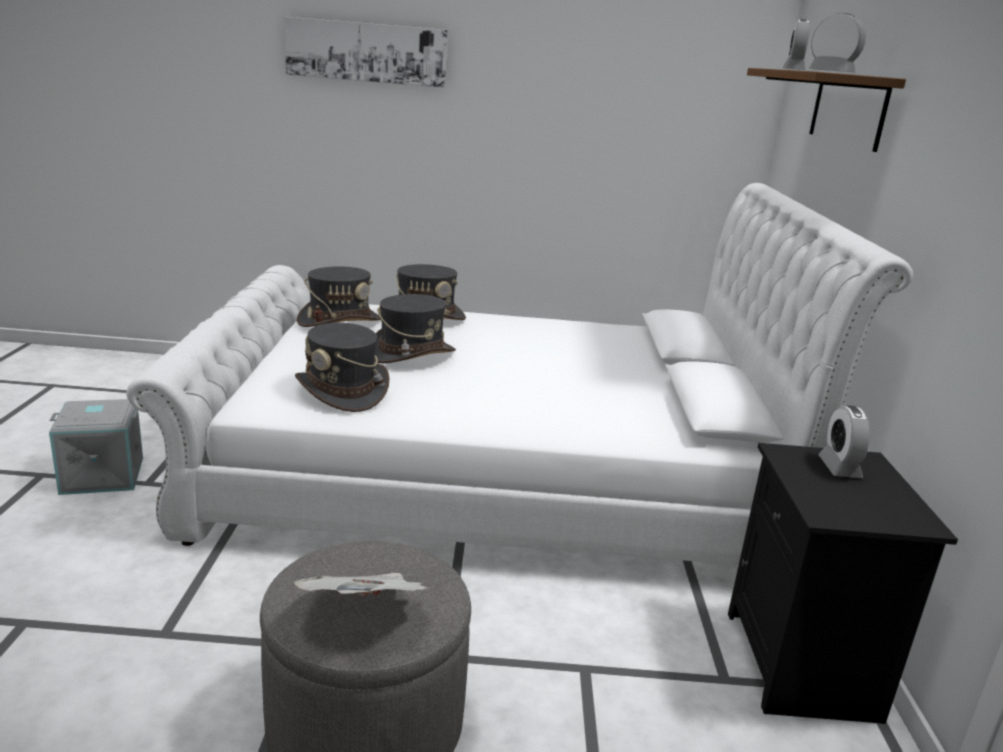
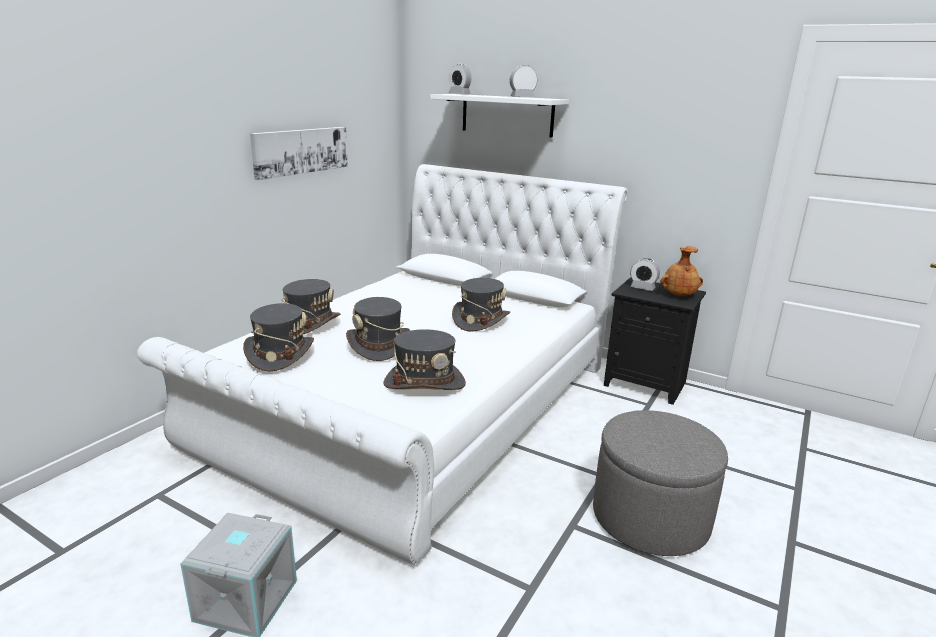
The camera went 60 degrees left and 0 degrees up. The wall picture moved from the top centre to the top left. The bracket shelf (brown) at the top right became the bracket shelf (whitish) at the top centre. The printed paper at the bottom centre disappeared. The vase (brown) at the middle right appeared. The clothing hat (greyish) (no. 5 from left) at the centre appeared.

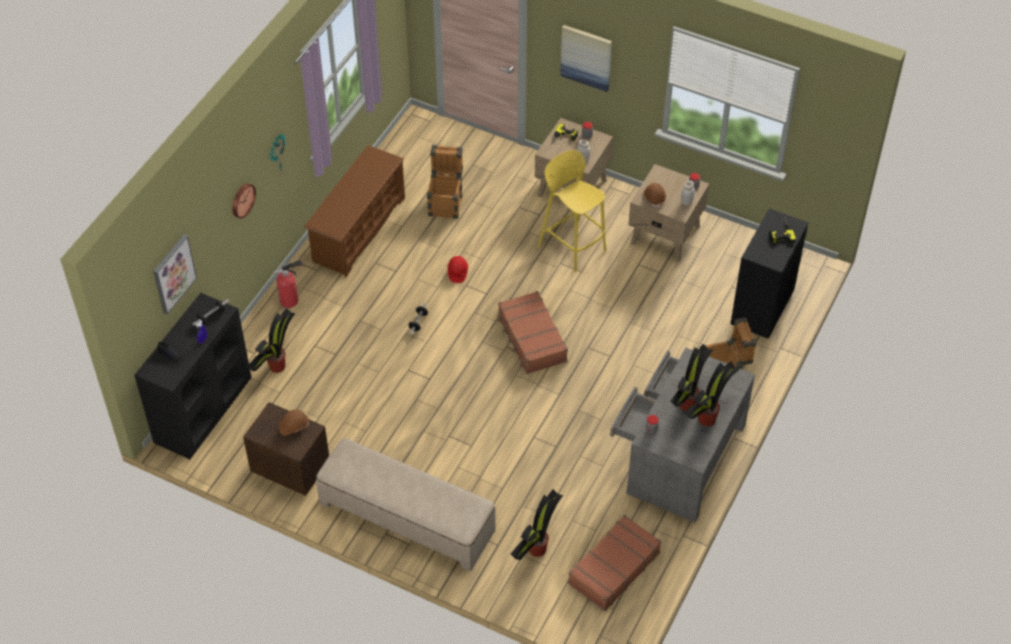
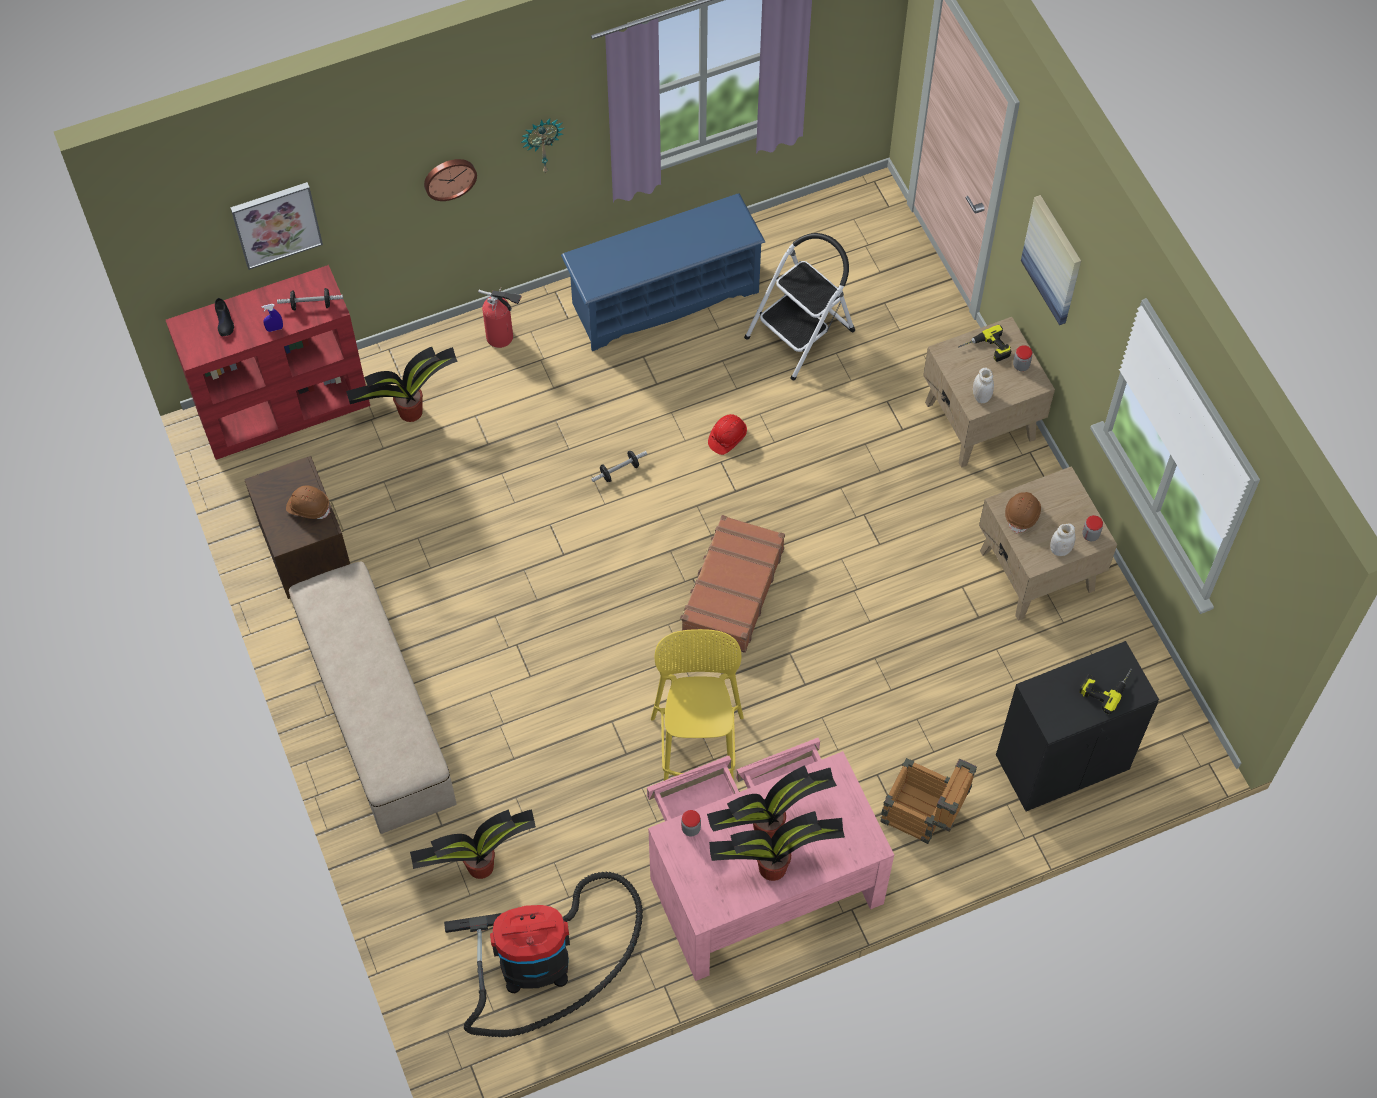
The camera went 40 degrees right and 10 degrees up. The shoe rack (brown) at the top centre became the shoe rack (bluish) at the top centre. The packing crate (no. 1 from left) at the top centre was replaced by the stepladder at the top centre. The sitting stool (yellow) moved from the top centre to the centre. The bookshelf (blackish) at the middle left became the bookshelf (red-coloured) at the top left. The desk table (greyish) at the bottom right became the desk table (pink) at the bottom centre. The travel case (brown) (no. 2 from left) at the bottom centre was replaced by the vacuum at the bottom centre.

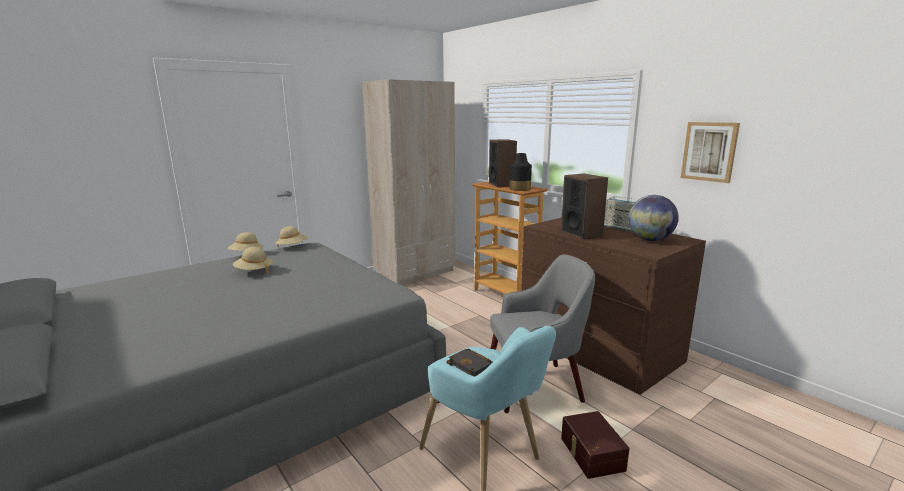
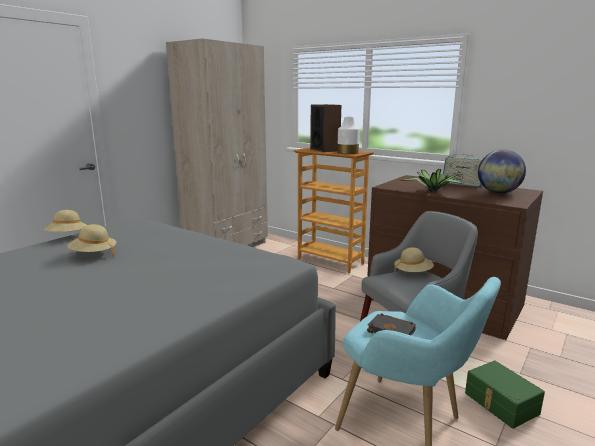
The camera went 15 degrees left and 0 degrees up. The wall picture at the top right disappeared. The vase (blackish) at the centre became the vase (whitish) at the top centre. The speaker (no. 2 from left) at the centre was replaced by the potted plant at the middle right. The clothing hat (beige) (no. 3 from left) moved from the middle left to the middle right. The storage container (brown) at the bottom centre became the storage container (green-coloured) at the bottom right.

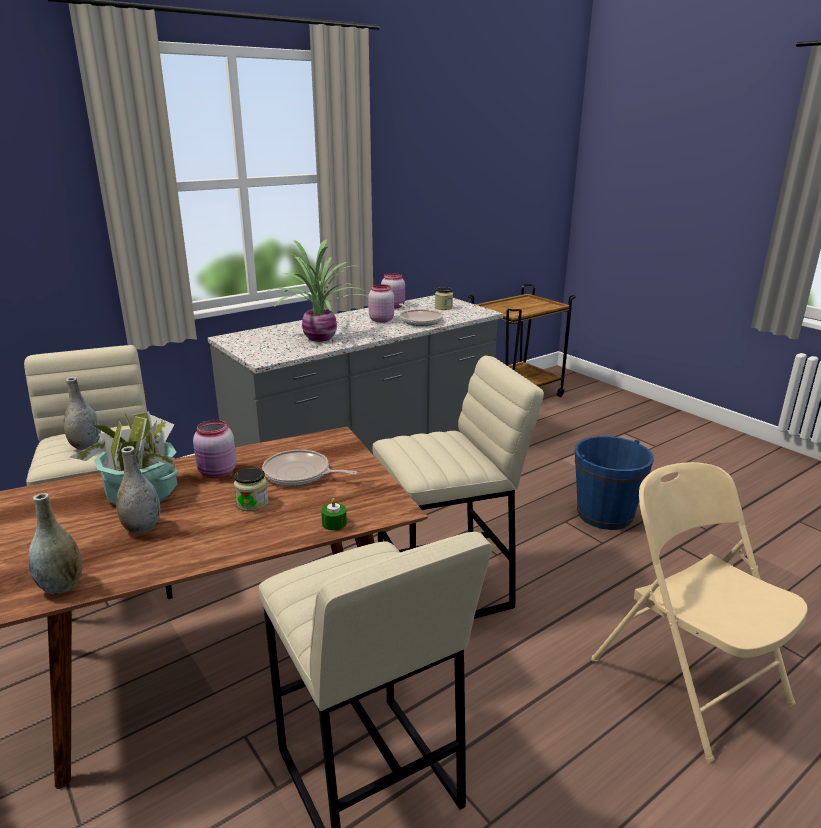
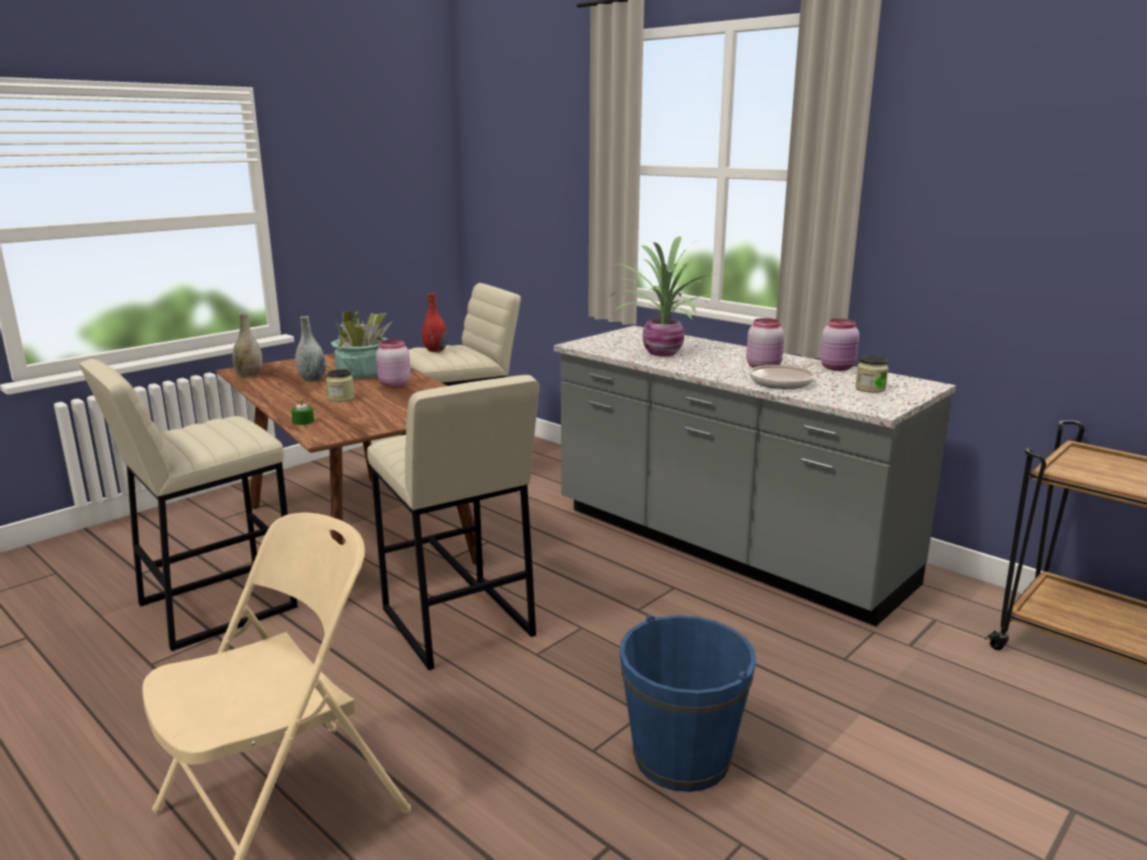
The camera went 80 degrees right and 5 degrees down. The vase (greyish) (no. 2 from left) at the middle left became the vase (red-coloured) at the centre. The pan (no. 1 from left) at the centre disappeared.

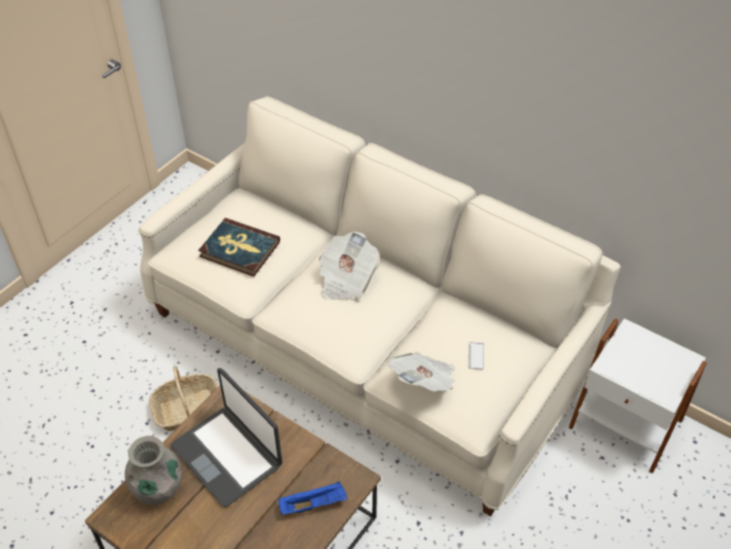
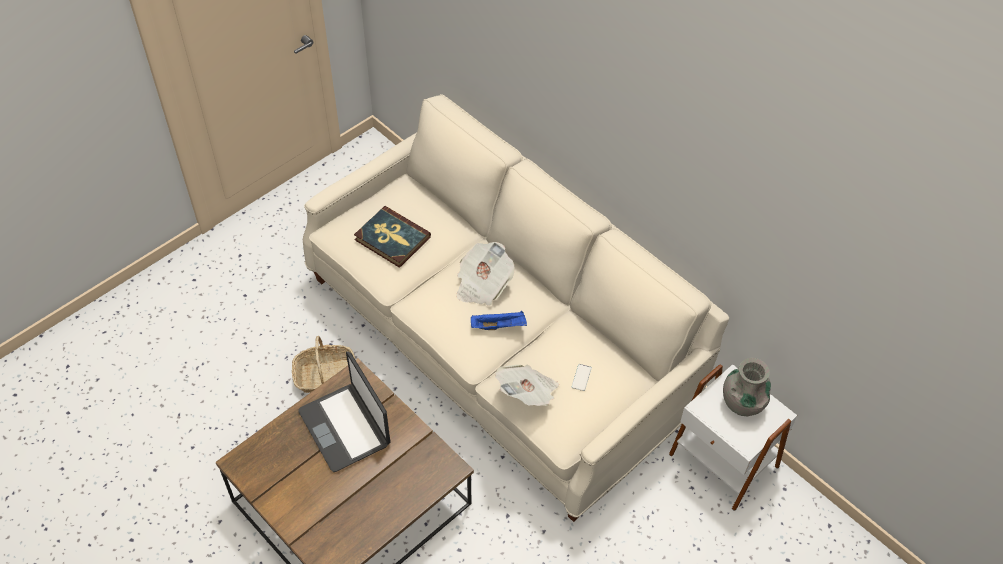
The camera went 10 degrees right and 5 degrees up. The vase (greyish) moved from the bottom left to the bottom right. The carrying tray (bluish) moved from the bottom centre to the centre.

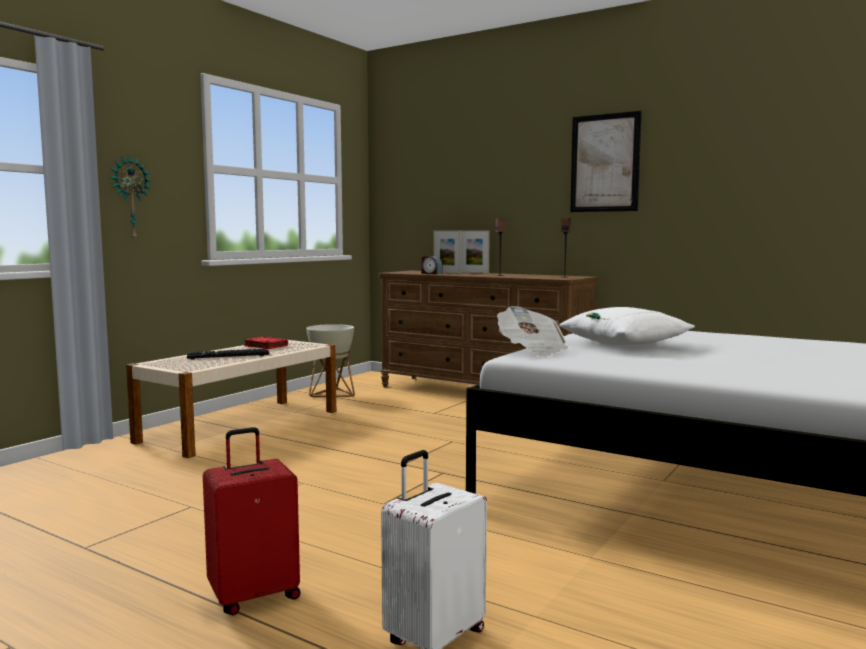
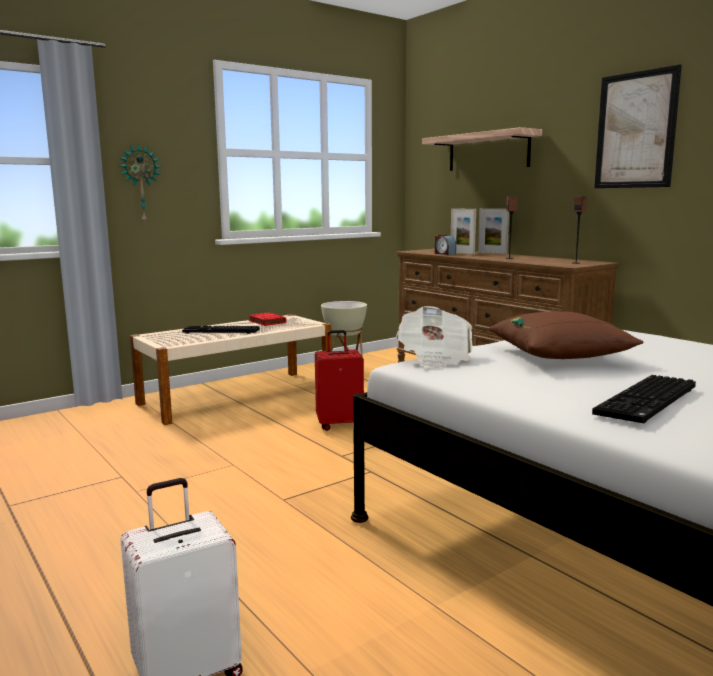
The camera went 20 degrees right and 5 degrees up. The throw pillow (whitish) at the middle right became the throw pillow (brown) at the middle right. The travel case (red-coloured) moved from the bottom left to the centre. The bracket shelf at the top right appeared. The keyboard (no. 2 from left) at the middle right appeared.

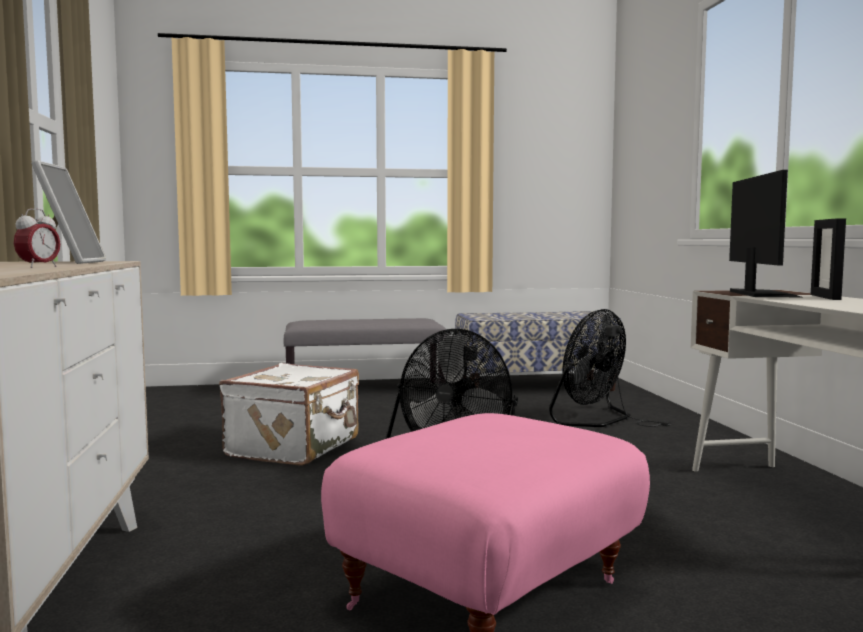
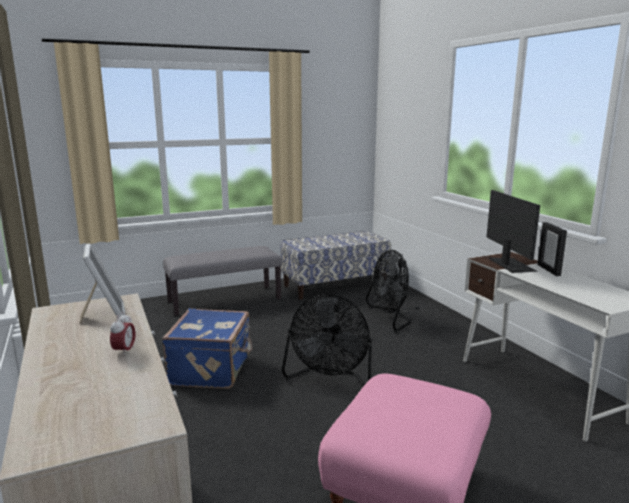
The camera went 15 degrees left and 10 degrees up. The fan (blackish) (no. 2 from left) at the middle right turned 45 degrees counterclockwise. The travel case (whitish) at the centre became the travel case (bluish) at the bottom left.

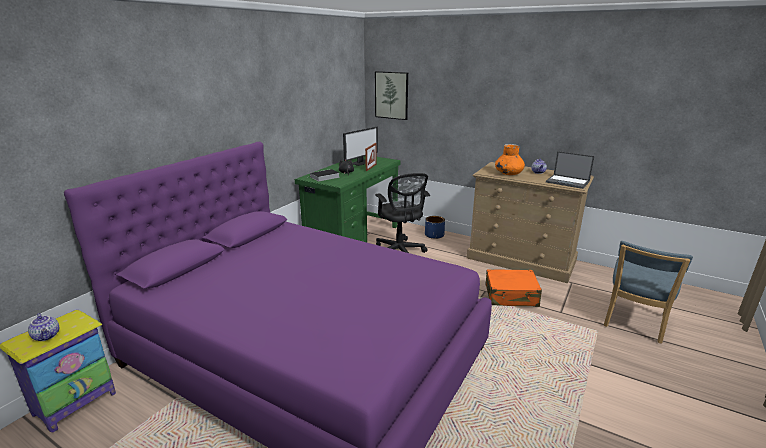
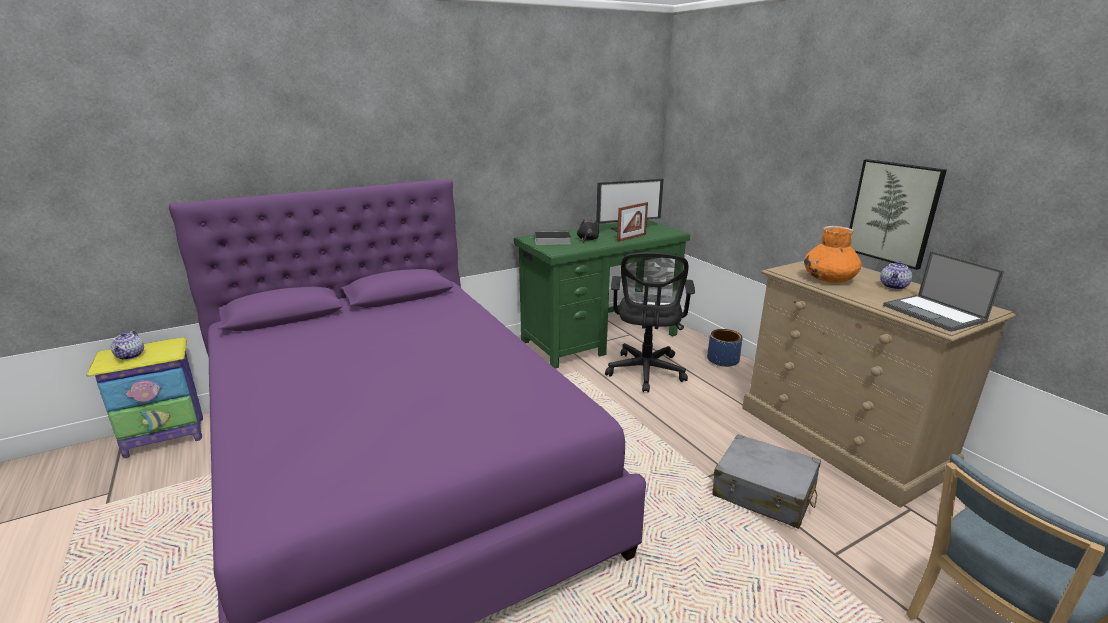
The camera went 30 degrees right and 0 degrees up. The wall picture moved from the top centre to the middle right. The travel case (orange-coloured) at the middle right became the travel case (greyish) at the bottom right.

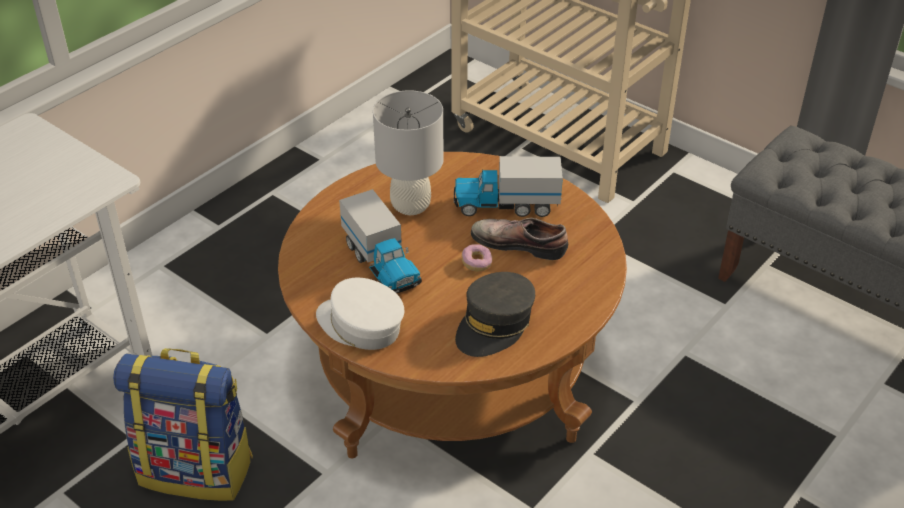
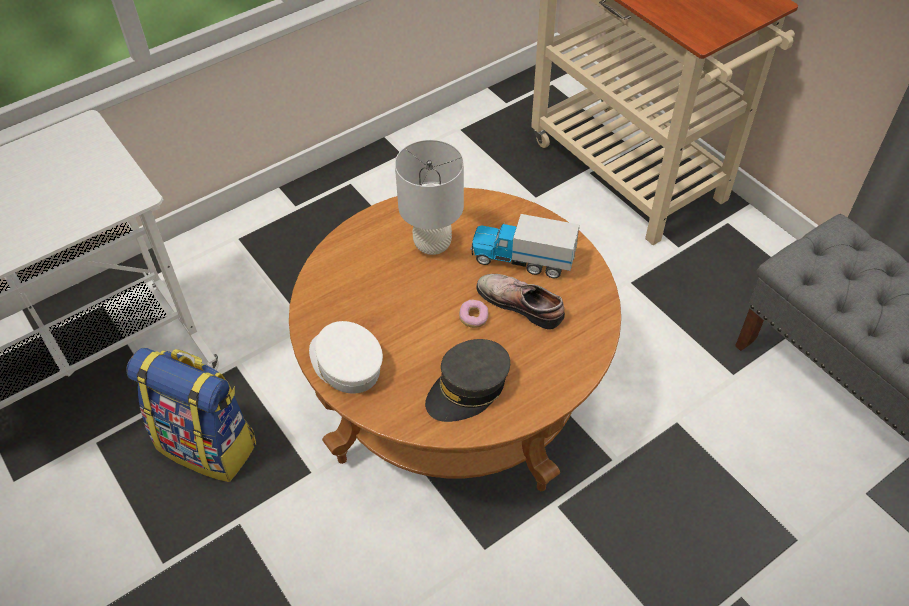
The camera went 15 degrees right and 10 degrees up. The model truck (no. 1 from left) at the centre disappeared.

